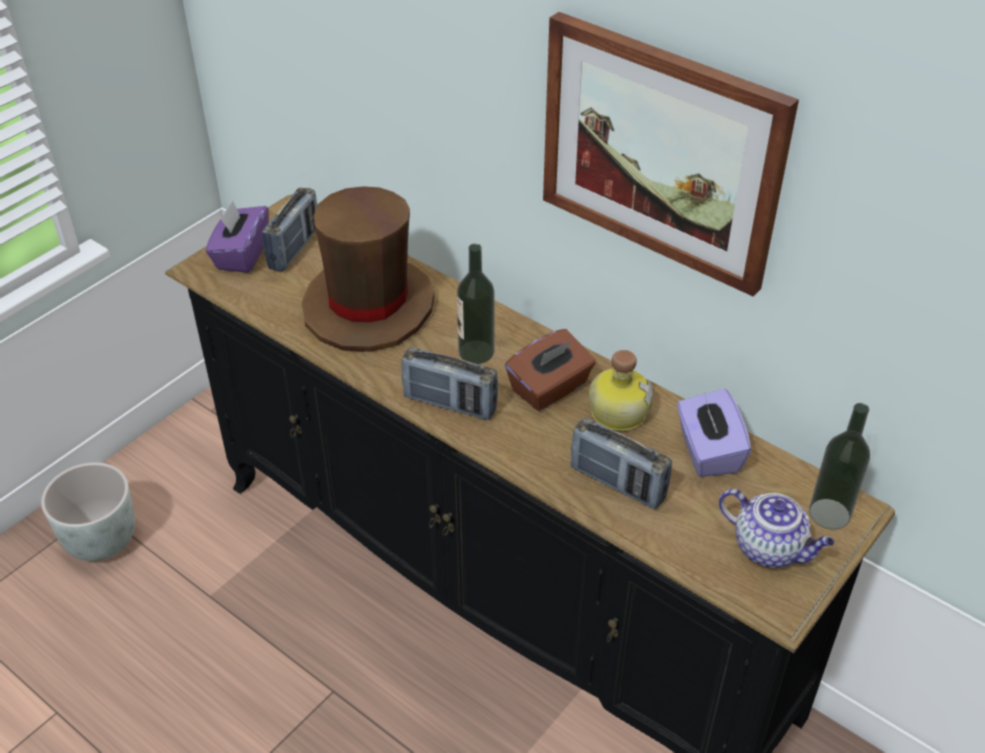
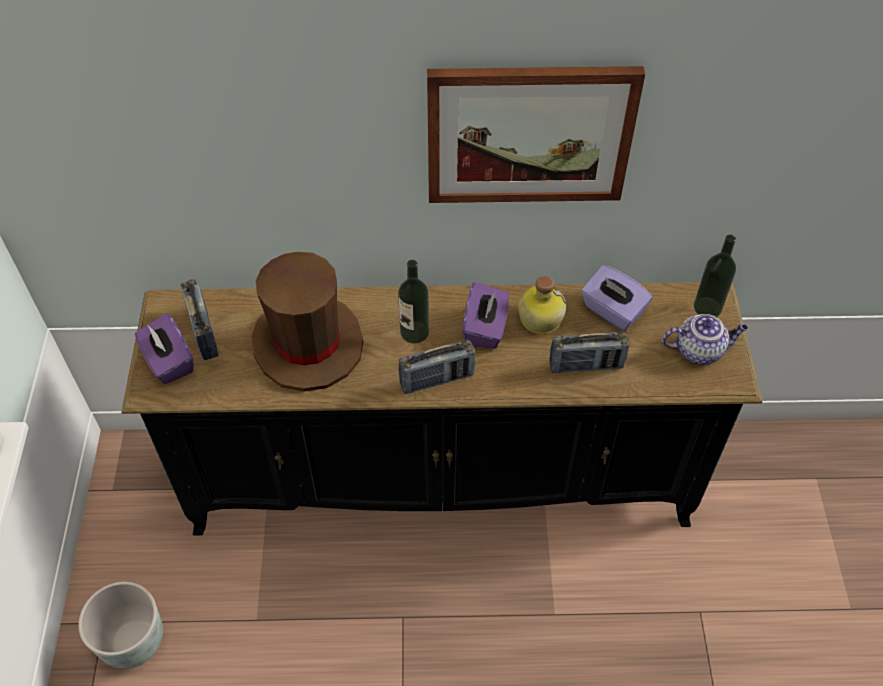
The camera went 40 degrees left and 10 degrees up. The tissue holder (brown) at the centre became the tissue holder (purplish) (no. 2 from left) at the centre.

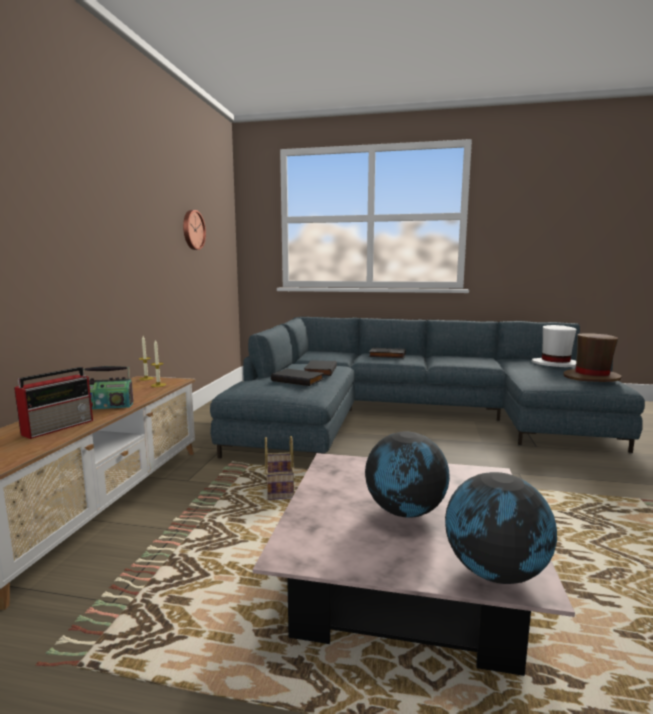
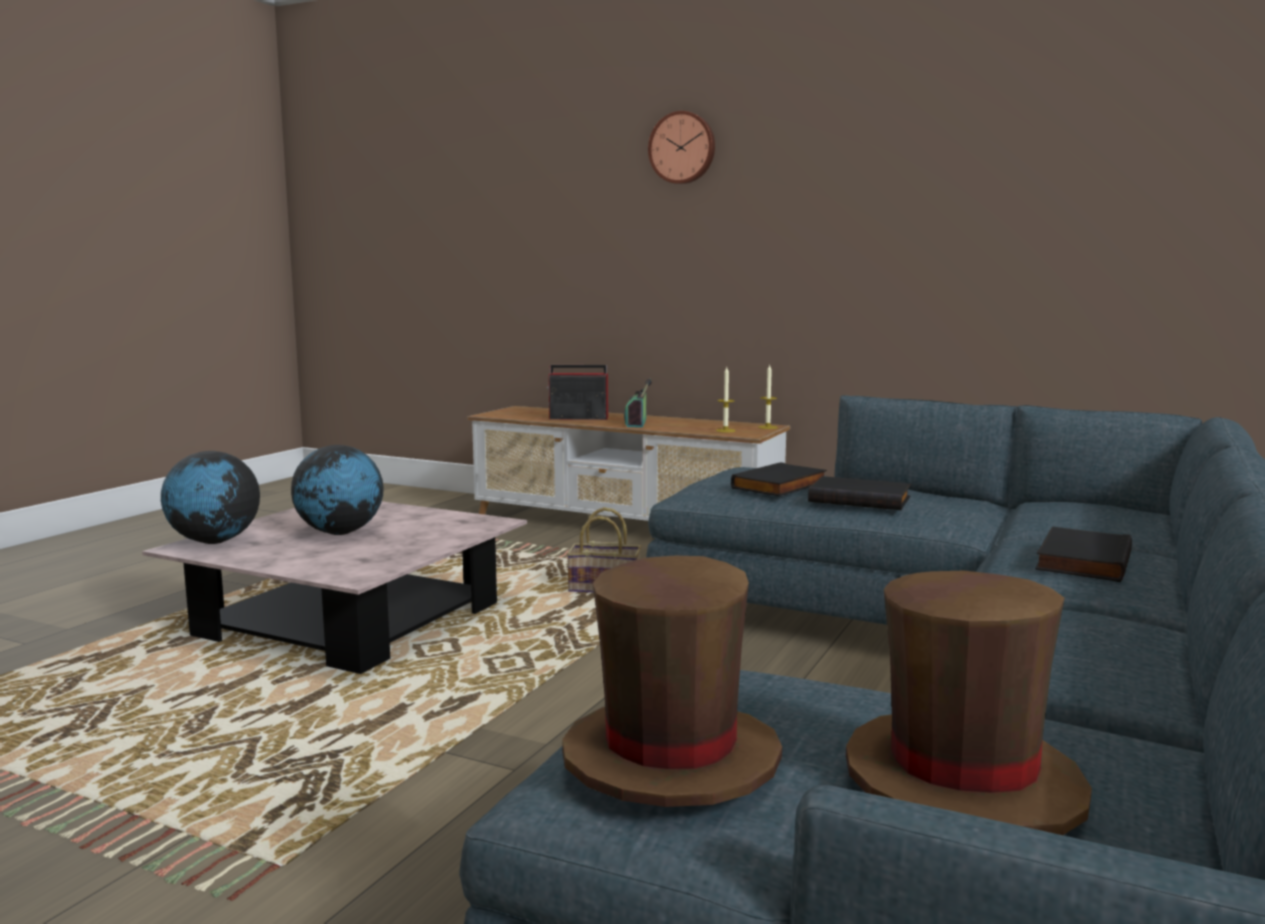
The camera went 105 degrees right and 0 degrees up. The clock on the wall moved from the top left to the top centre. The clothing hat (whitish) at the middle right became the clothing hat (brown) (no. 2 from left) at the bottom right. The radio receiver (no. 1 from left) at the middle left turned 135 degrees clockwise.

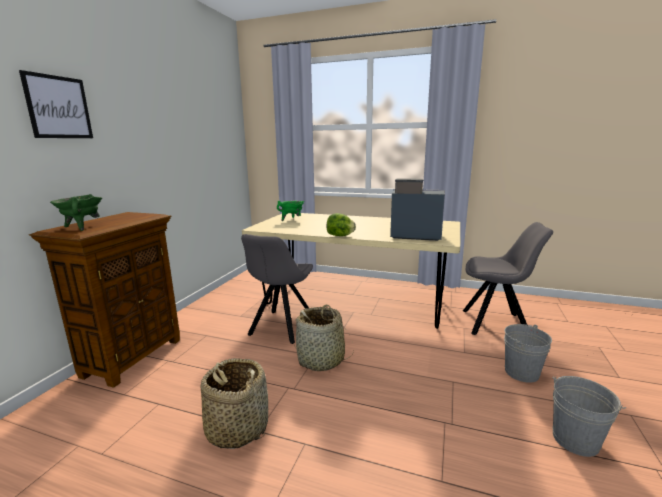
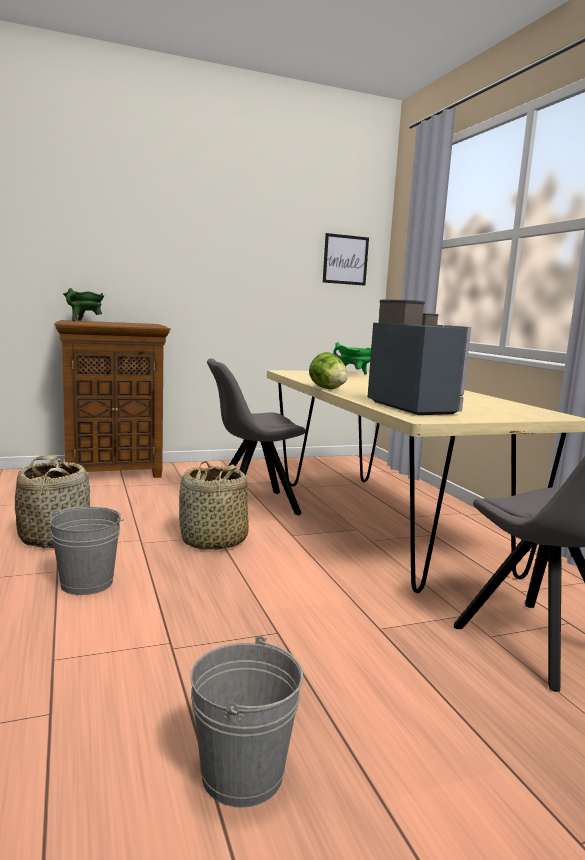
The camera went 50 degrees right and 5 degrees down. The wall picture moved from the top left to the top centre. The pail (greyish) (no. 1 from left) moved from the bottom right to the middle left.

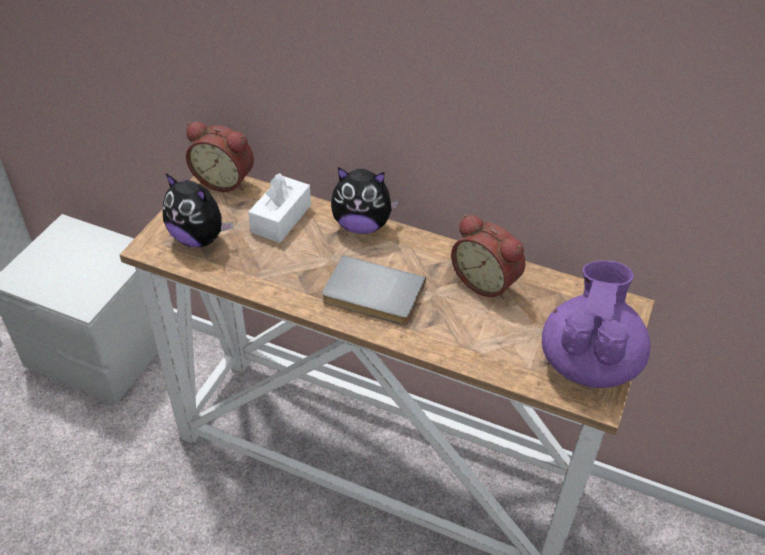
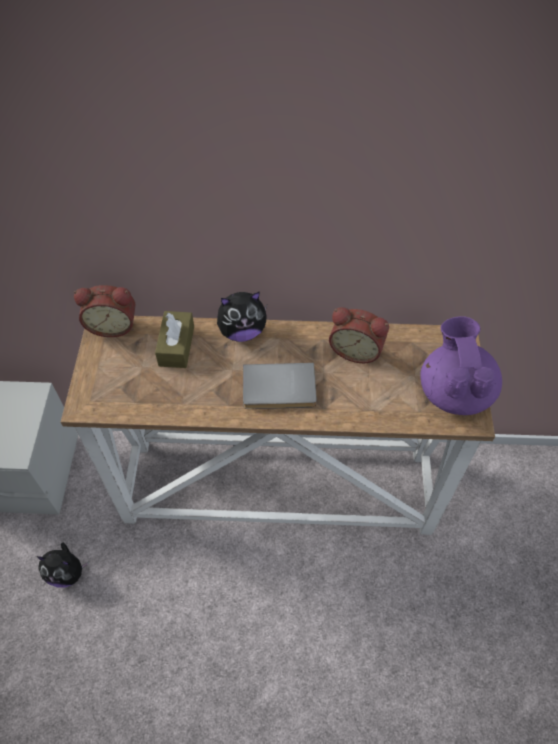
The camera went 20 degrees left and 10 degrees up. The plush toy (no. 1 from left) moved from the middle left to the bottom left. The tissue holder (whitish) at the centre became the tissue holder (brown) at the middle left.

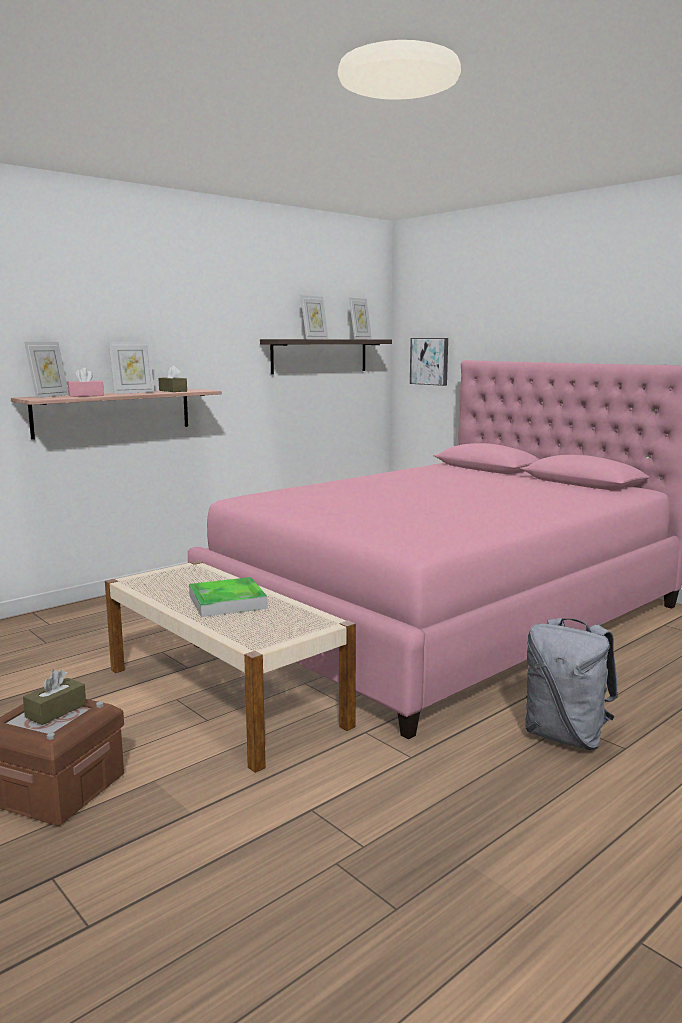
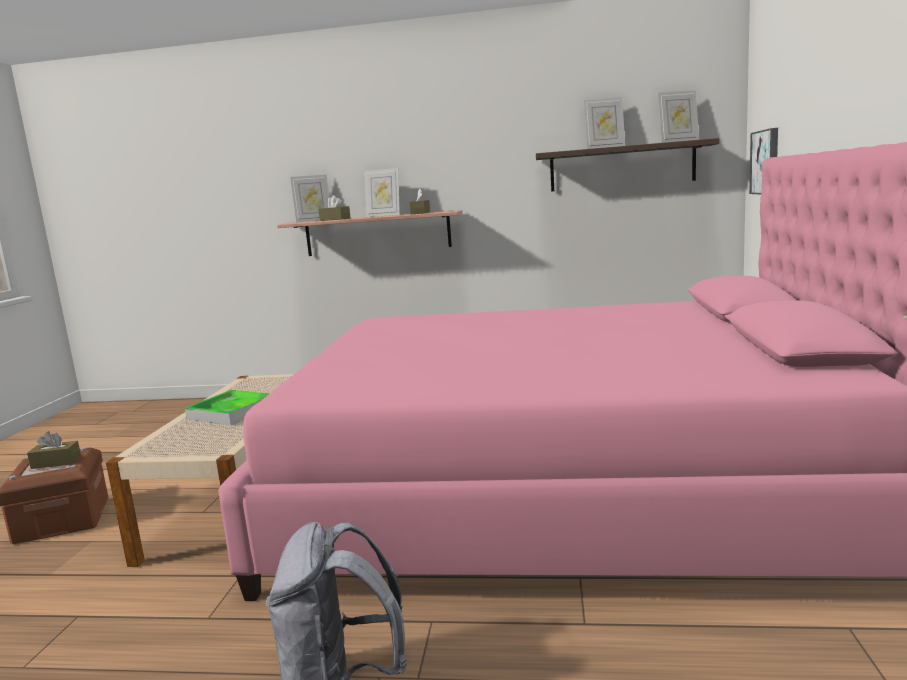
The camera went 50 degrees right and 0 degrees up. The tissue holder (pink) at the middle left became the tissue holder (brown) (no. 2 from left) at the top centre.

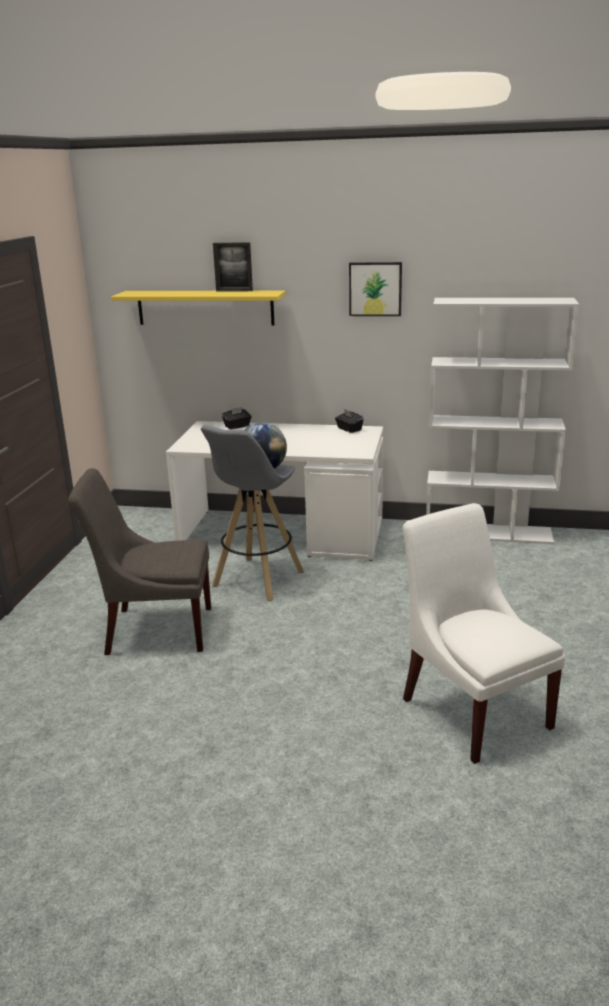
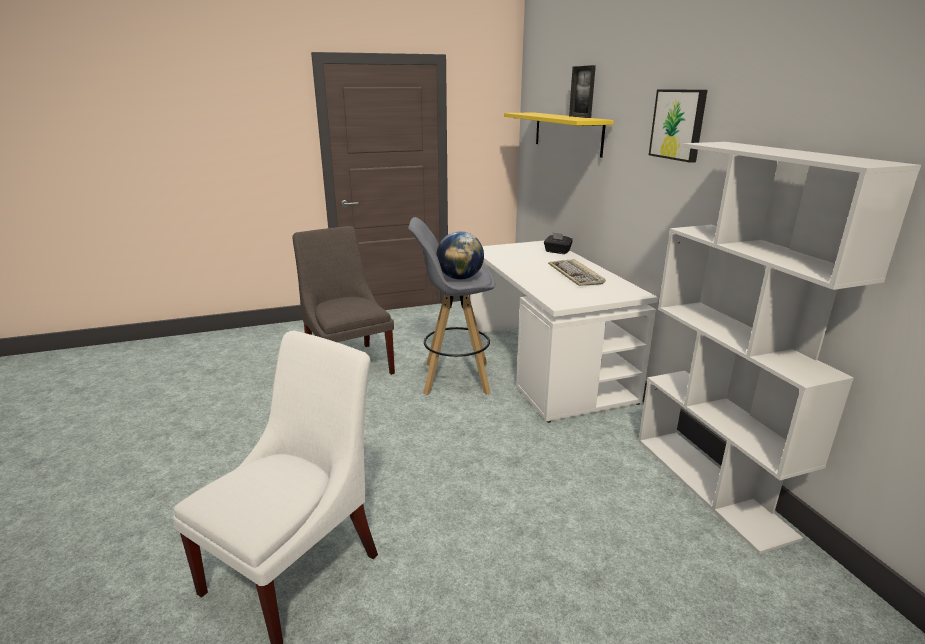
The camera went 60 degrees right and 0 degrees up. The tissue holder (blackish) (no. 2 from left) at the centre disappeared. The keyboard at the centre appeared.

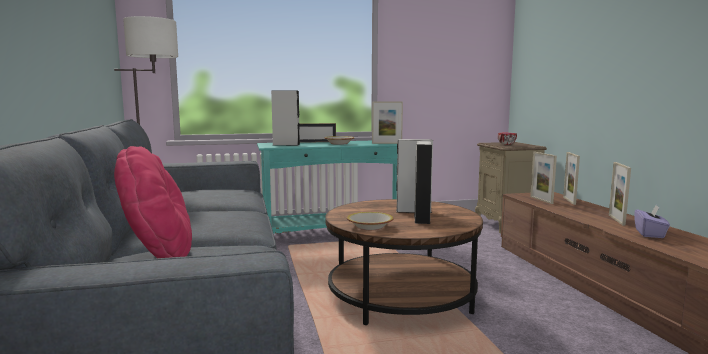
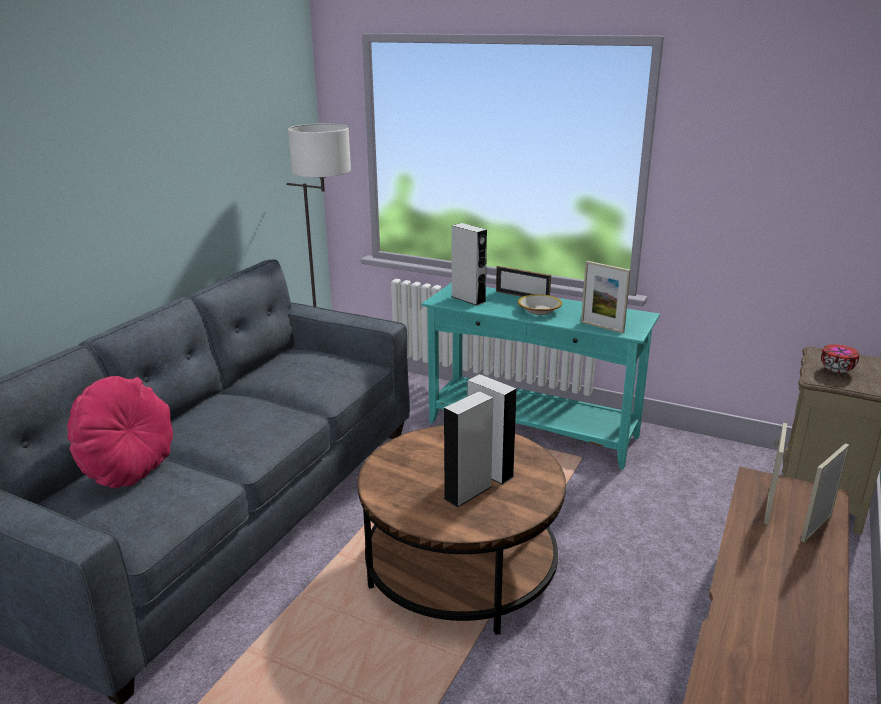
The camera went 40 degrees right and 15 degrees up. The picture frame (no. 5 from left) at the middle right disappeared. The tissue holder (purplish) at the middle right disappeared. The bowl (no. 2 from left) at the centre disappeared.

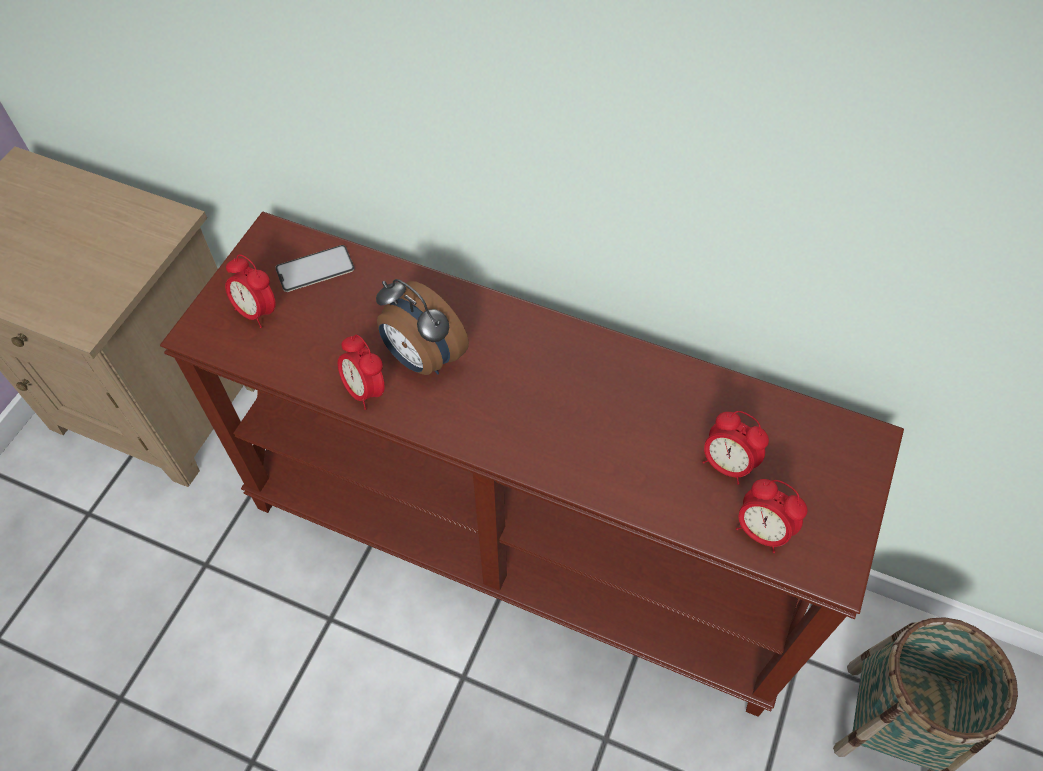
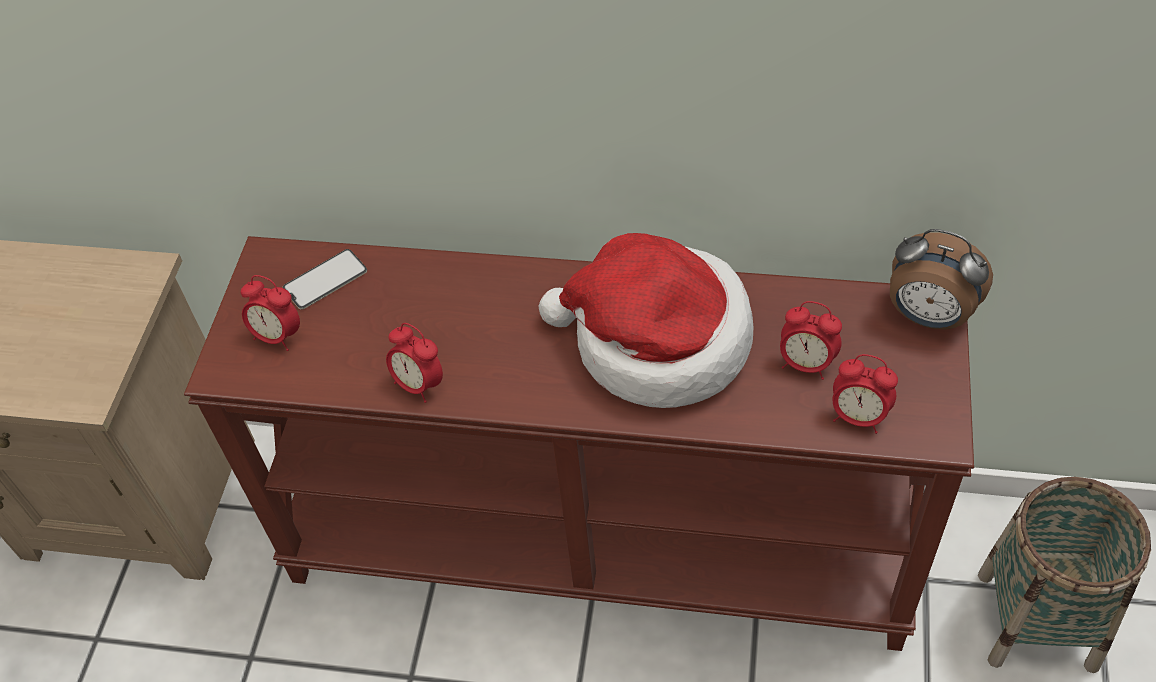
The camera went 10 degrees left and 5 degrees down. The alarm clock (no. 3 from left in the first image) moved from the centre to the middle right. The clothing hat at the centre appeared.

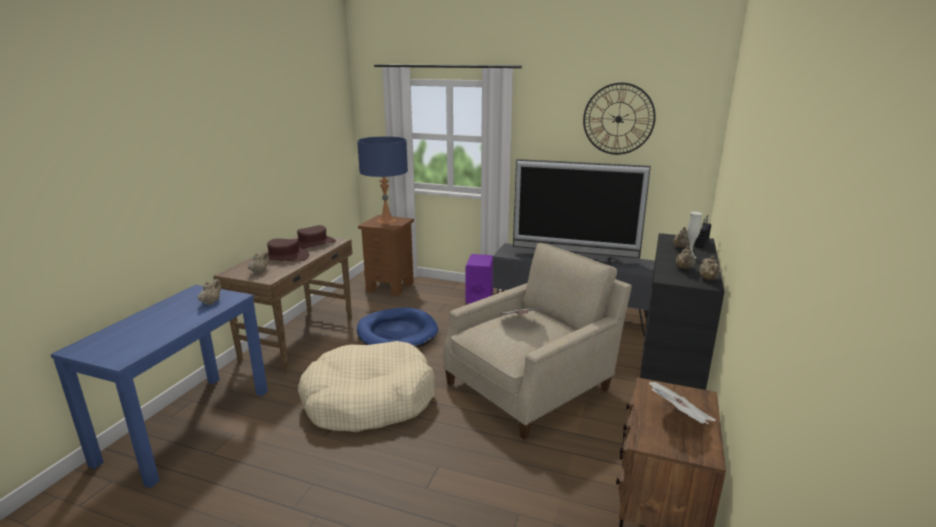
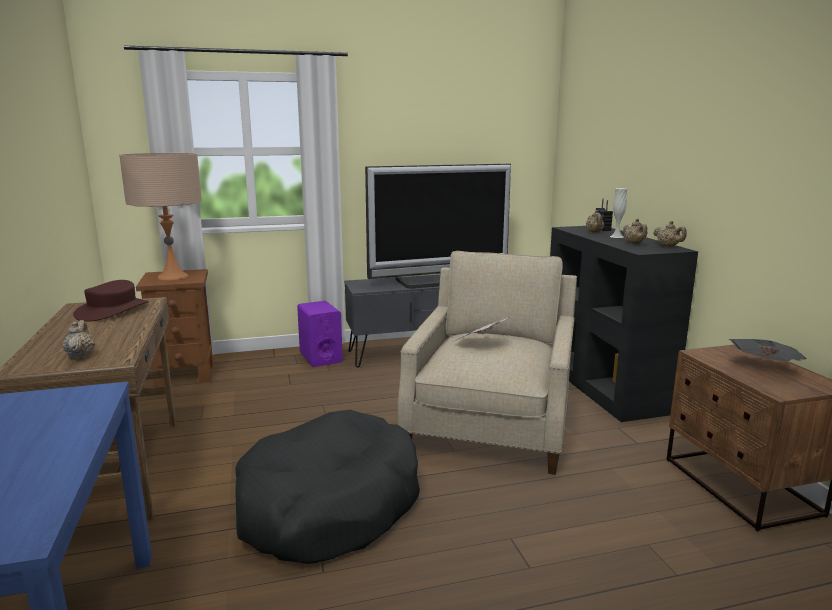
The camera went 35 degrees left and 5 degrees down. The clock on the wall at the top centre disappeared. The table lamp (bluish) at the centre became the table lamp (beige) at the middle left. The clothing hat (brown) (no. 1 from left) at the middle left disappeared. The teapot (beige) (no. 1 from left) at the middle left disappeared. The dog bed (bluish) at the centre disappeared. The dog bed (beige) at the bottom centre became the dog bed (blackish) at the bottom centre.

